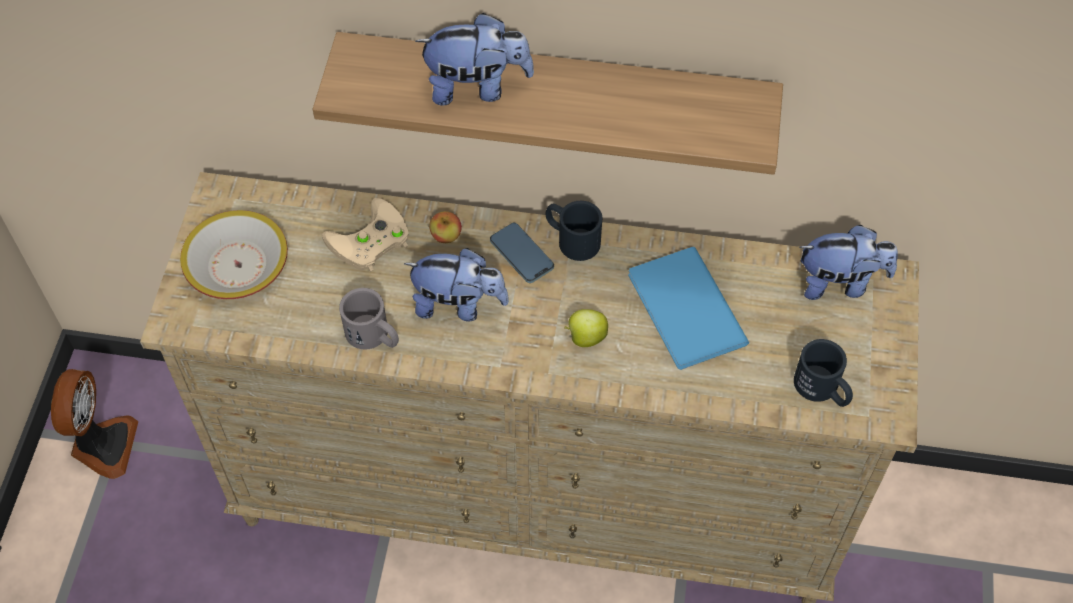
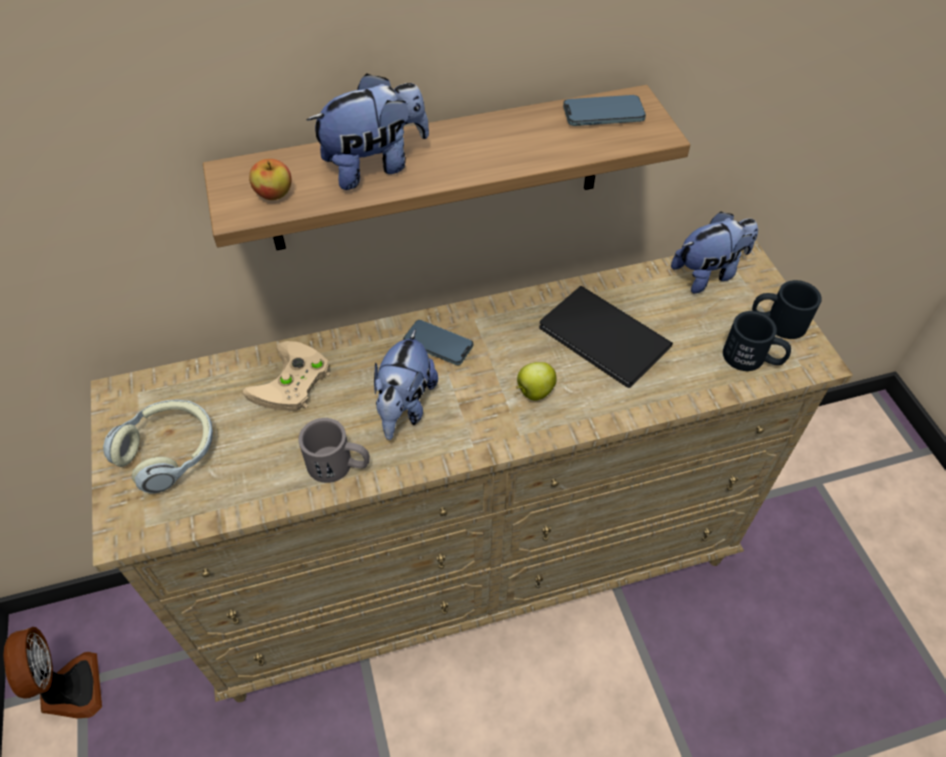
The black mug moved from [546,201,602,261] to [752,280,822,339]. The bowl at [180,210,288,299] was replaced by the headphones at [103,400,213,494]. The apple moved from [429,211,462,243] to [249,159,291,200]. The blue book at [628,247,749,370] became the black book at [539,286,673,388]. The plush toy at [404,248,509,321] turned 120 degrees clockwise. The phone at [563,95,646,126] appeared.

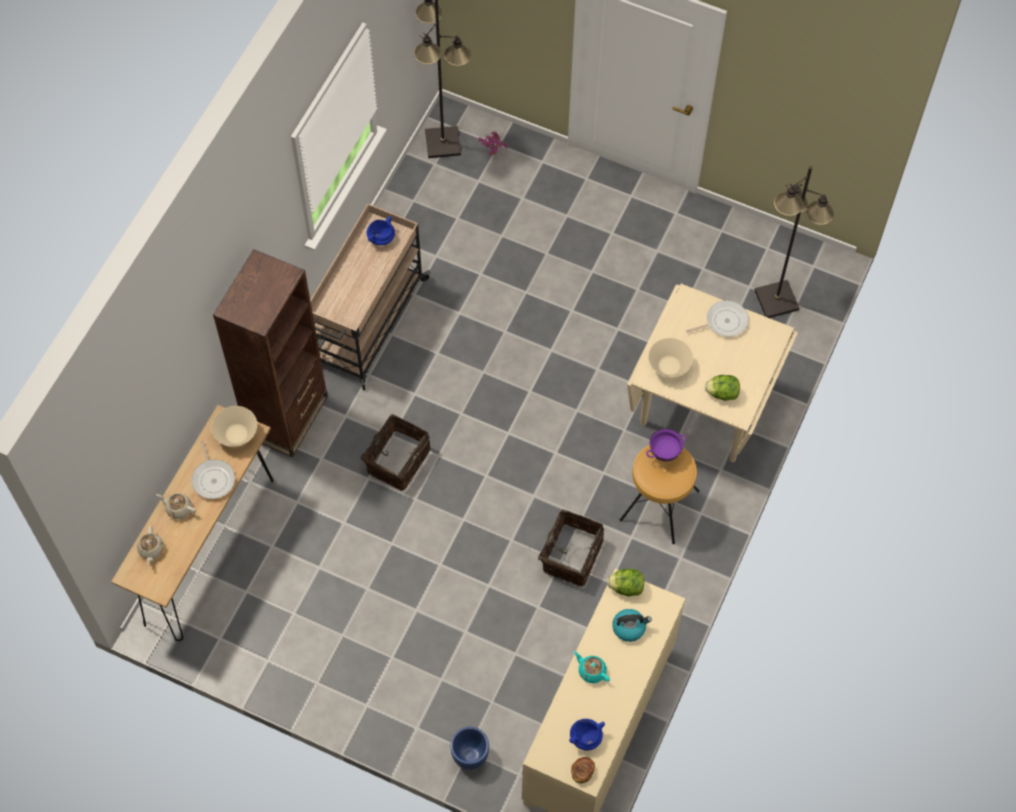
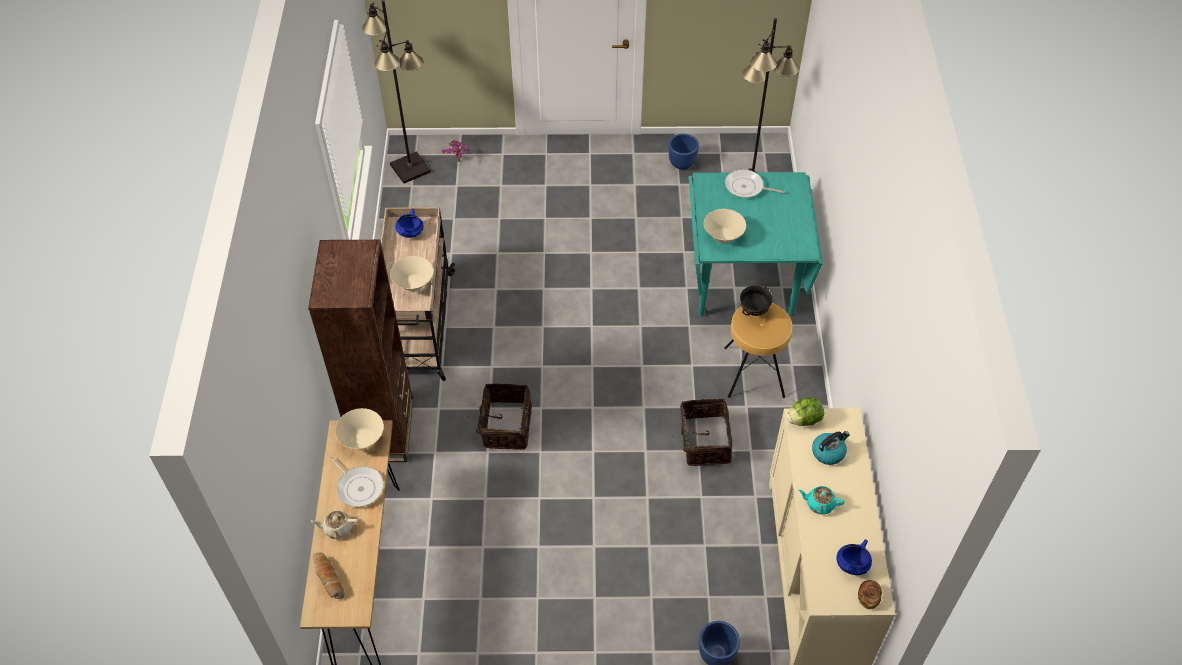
The beige dining table at [627,284,798,462] became the turquoise dining table at [689,172,823,316]. The frying pan at [686,300,749,337] turned 120 degrees counterclockwise. The lettuce at [705,375,740,401] disappeared. The purple bowl at [646,428,686,462] became the black bowl at [740,286,773,316]. The beige teapot at [137,526,164,564] was replaced by the bread at [313,553,345,599]. The blue planter at [669,134,699,170] appeared. The beige bowl at [390,256,433,291] appeared.

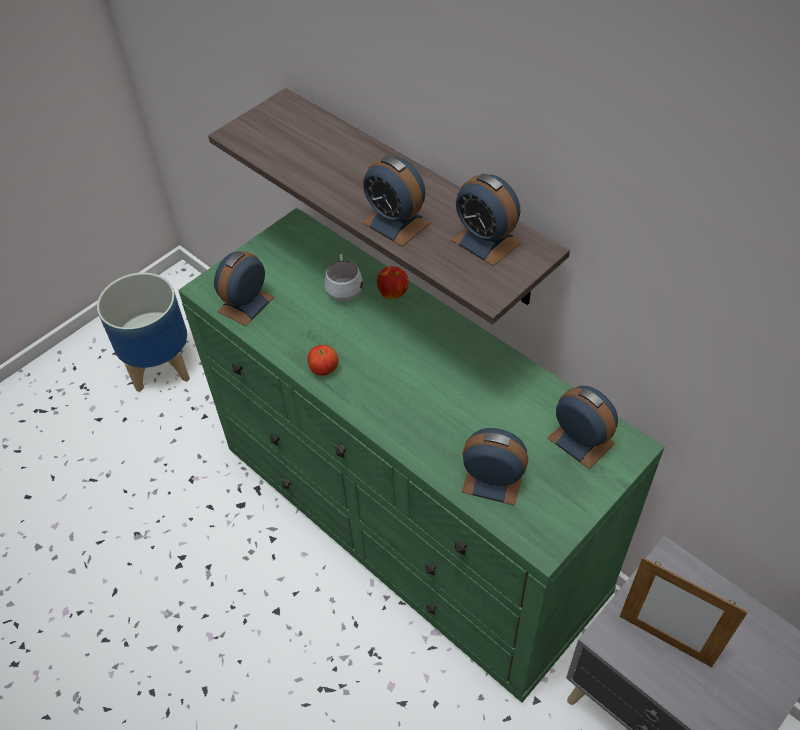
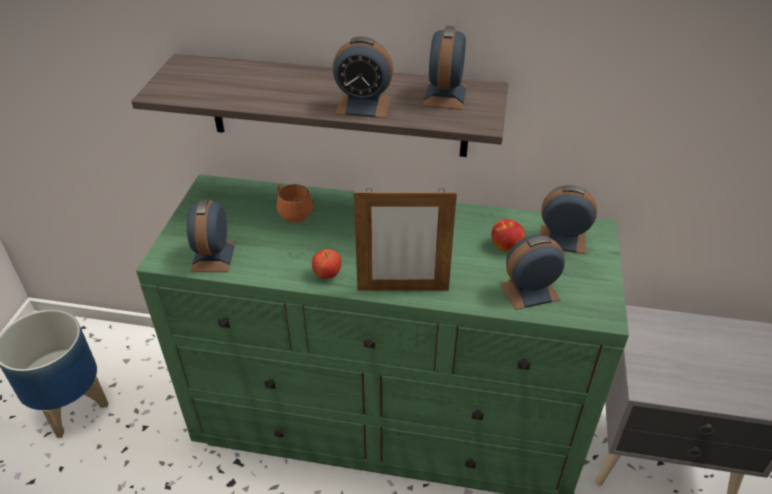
The alarm clock at [451,174,522,267] turned 90 degrees clockwise. The white mug at [324,254,363,302] became the orange mug at [277,184,313,223]. The apple moved from [377,266,408,299] to [491,219,525,252]. The picture frame moved from [620,557,748,667] to [354,188,457,291].

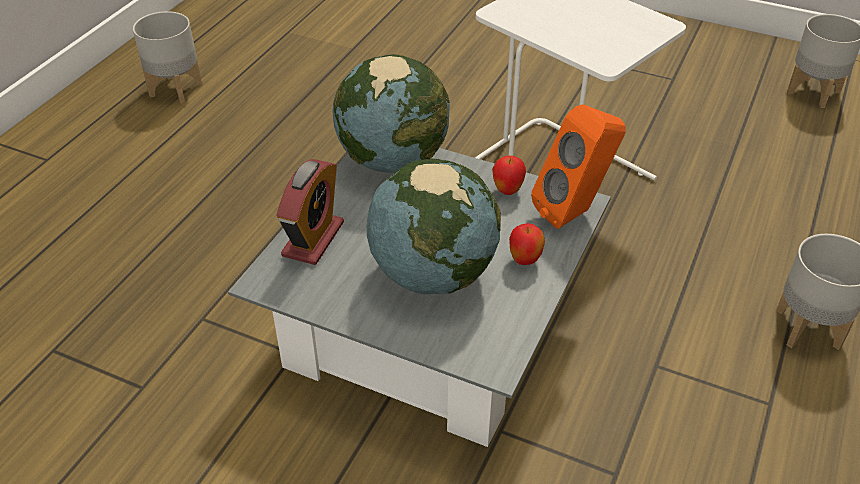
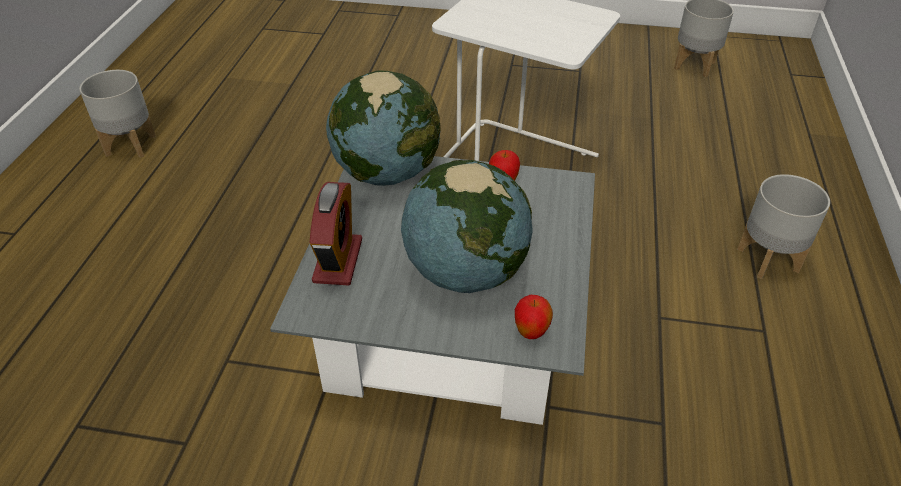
The orange speaker at [531,104,626,229] disappeared. The apple moved from [509,223,545,265] to [515,295,553,339].

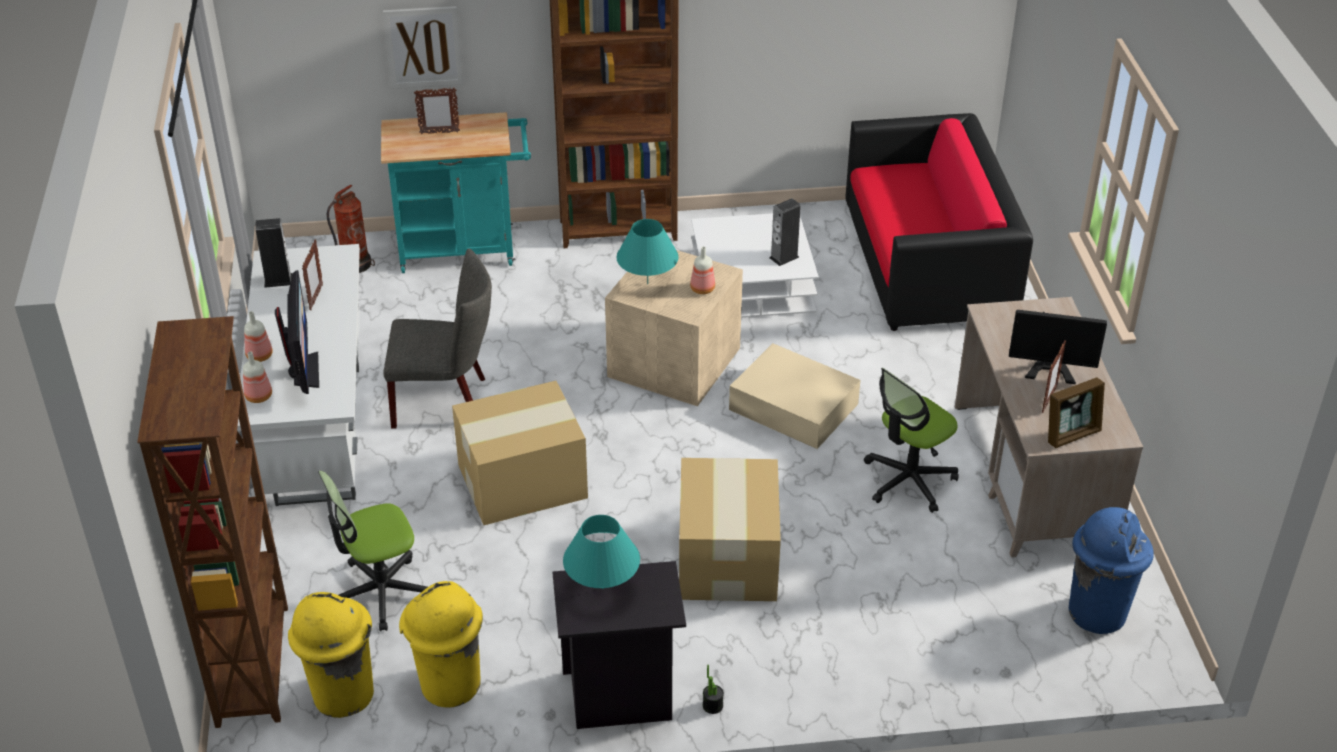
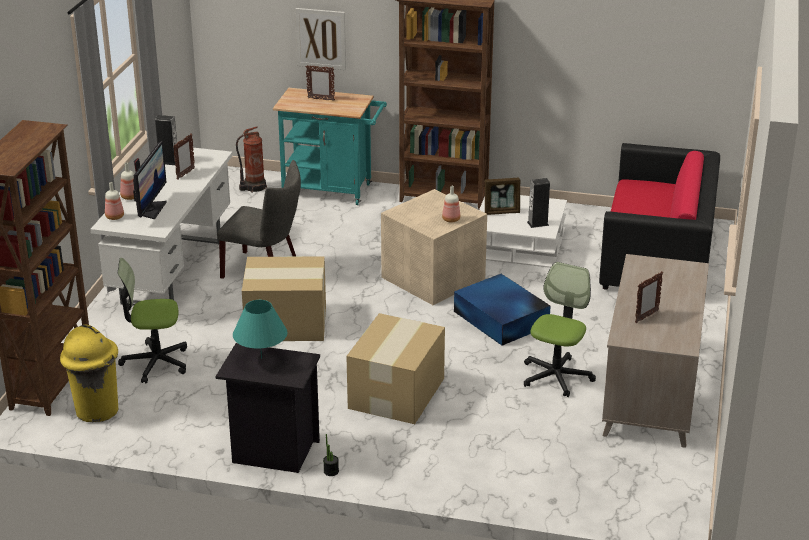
The turquoise table lamp at [617,219,679,284] disappeared. The monitor at [1009,310,1107,384] disappeared. The beige storage box at [729,343,860,449] became the blue storage box at [454,274,550,346]. The office chair at [864,368,959,513] turned 135 degrees clockwise. The picture frame moved from [1048,377,1105,448] to [485,178,520,215]. The blue trash can at [1069,507,1154,634] disappeared. The yellow trash can at [399,581,483,707] disappeared.

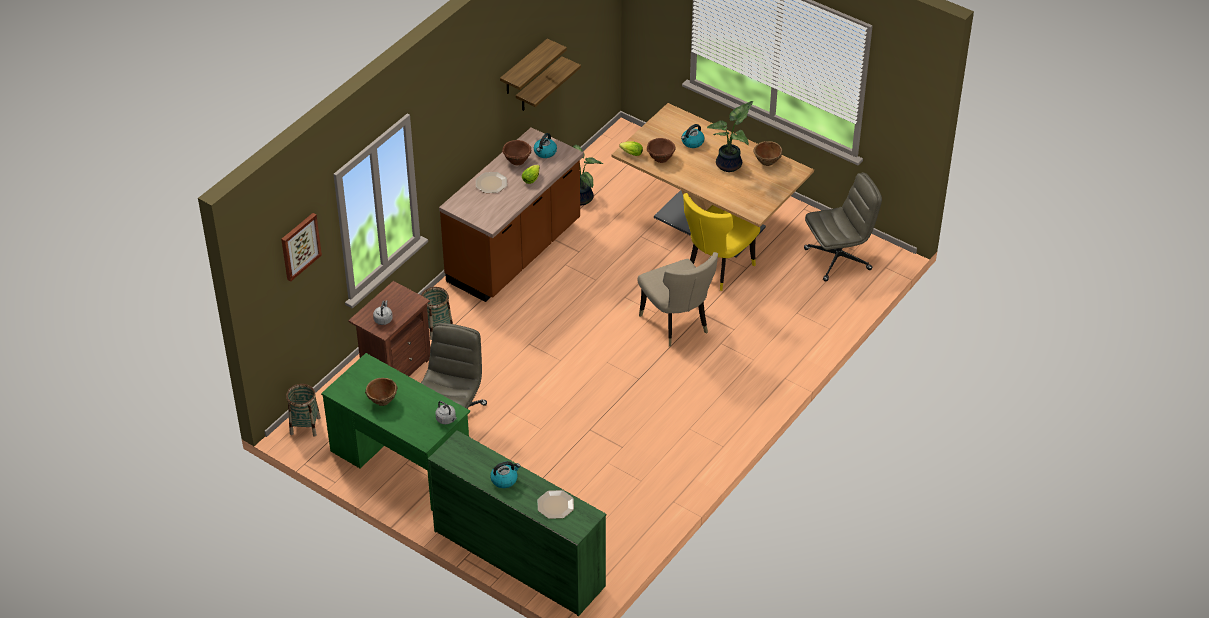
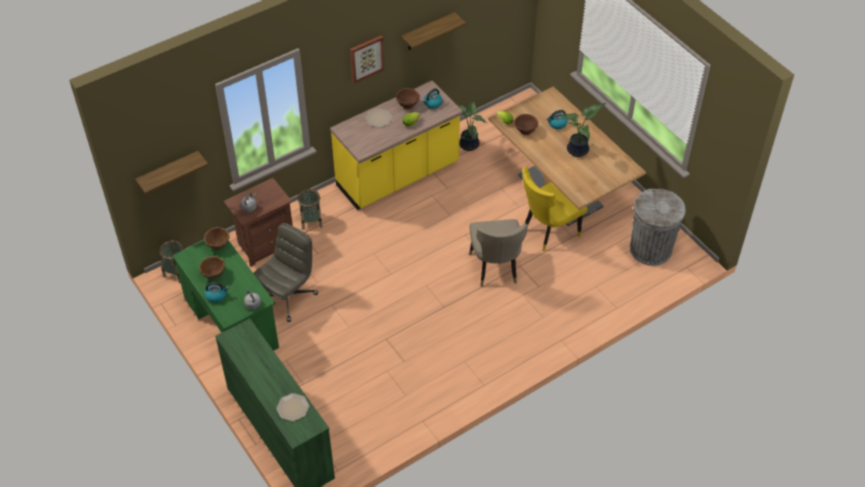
The shelf moved from [516,56,581,111] to [136,151,208,194]. The brown counter at [439,127,584,302] became the yellow counter at [330,81,463,210]. The brown bowl moved from [753,141,782,166] to [204,227,230,250]. The grey office chair at [804,172,882,281] was replaced by the grey trash can at [630,189,685,266]. The picture moved from [281,213,322,281] to [350,36,384,83]. The kettle moved from [490,461,520,488] to [205,282,229,303].

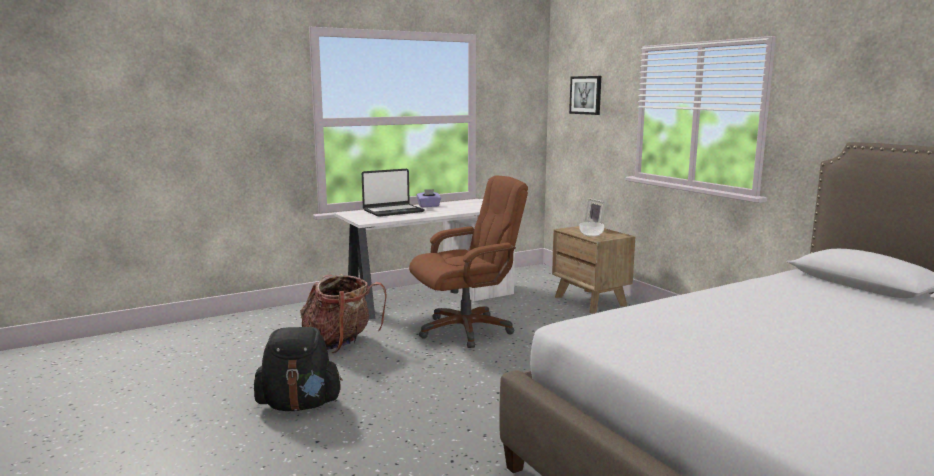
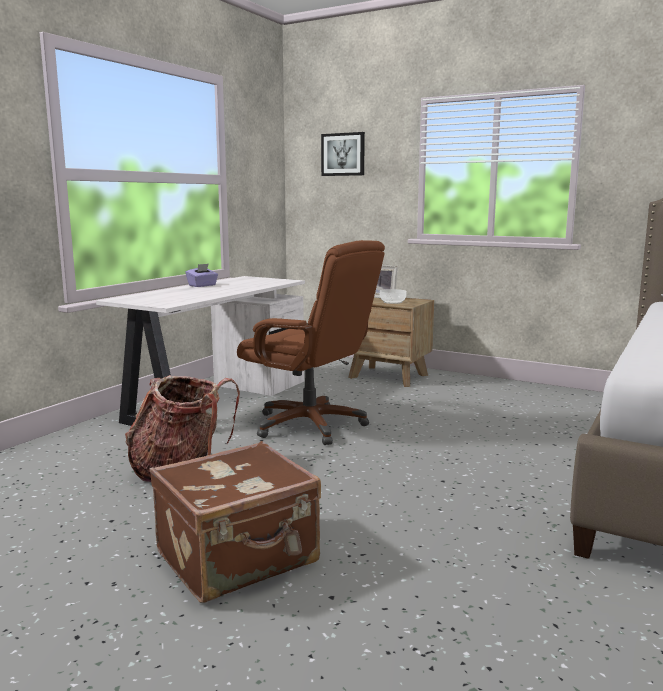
The laptop at [362,169,425,217] disappeared. The brown office chair at [409,175,528,348] turned 90 degrees clockwise. The black backpack at [254,327,343,411] was replaced by the brown suitcase at [150,441,321,603].

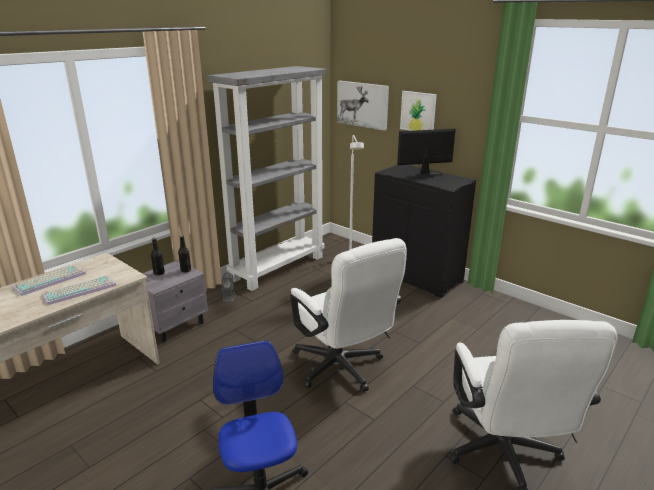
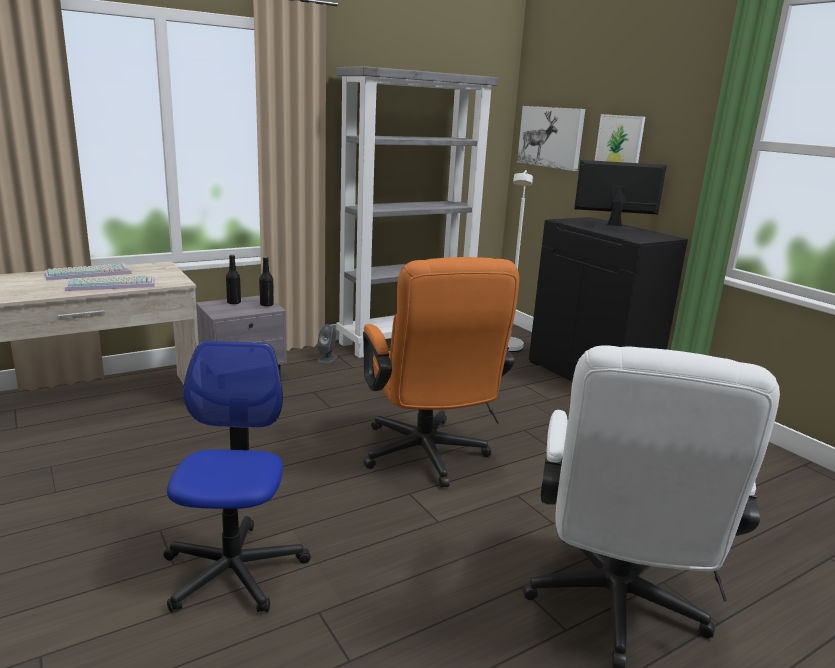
The white office chair at [290,238,407,392] became the orange office chair at [363,257,519,488].

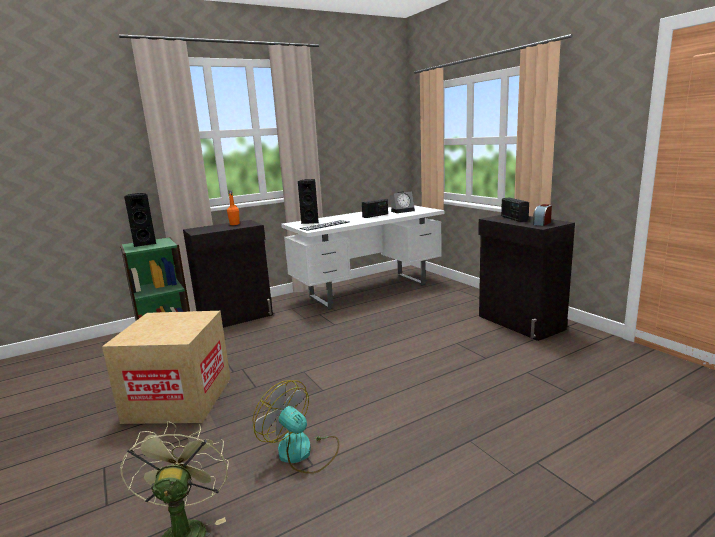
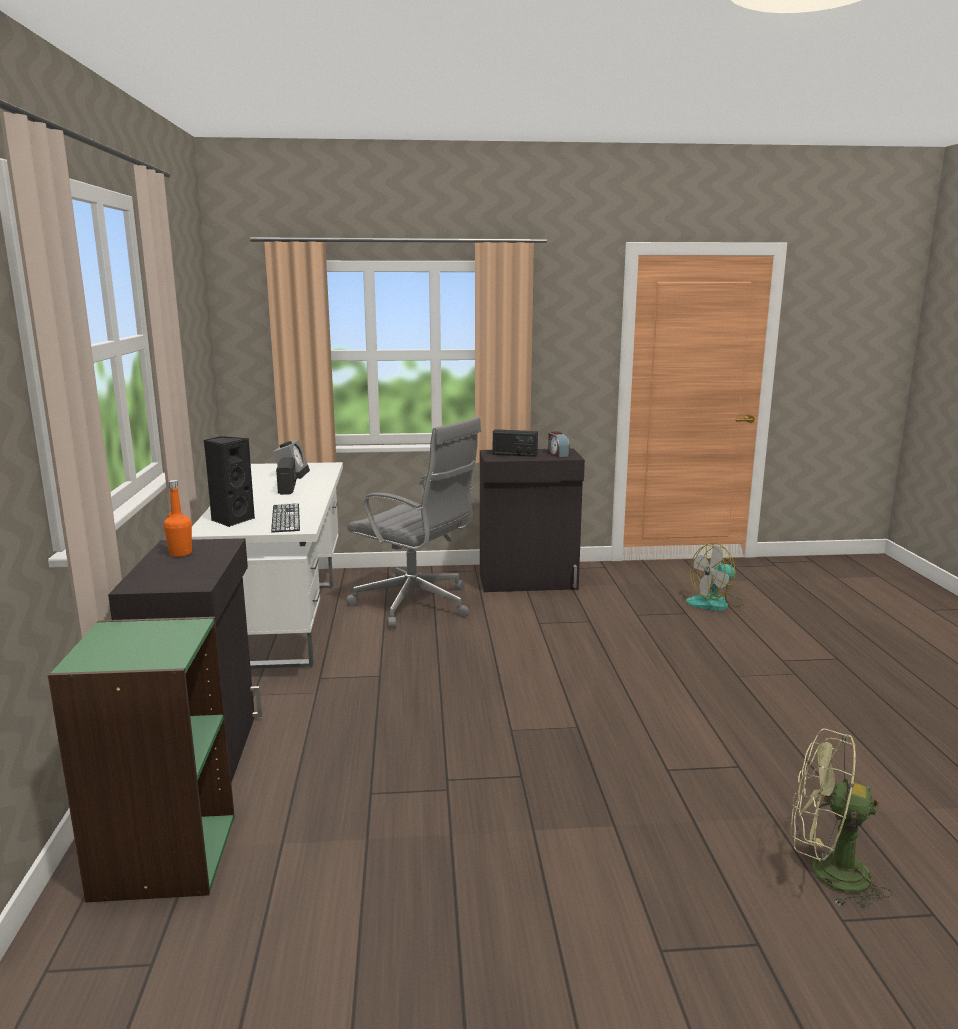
The black speaker at [124,193,156,247] disappeared. The cardboard box at [102,311,231,424] disappeared. The fan moved from [253,380,339,474] to [686,543,744,611]. The grey office chair at [346,417,481,628] appeared.

